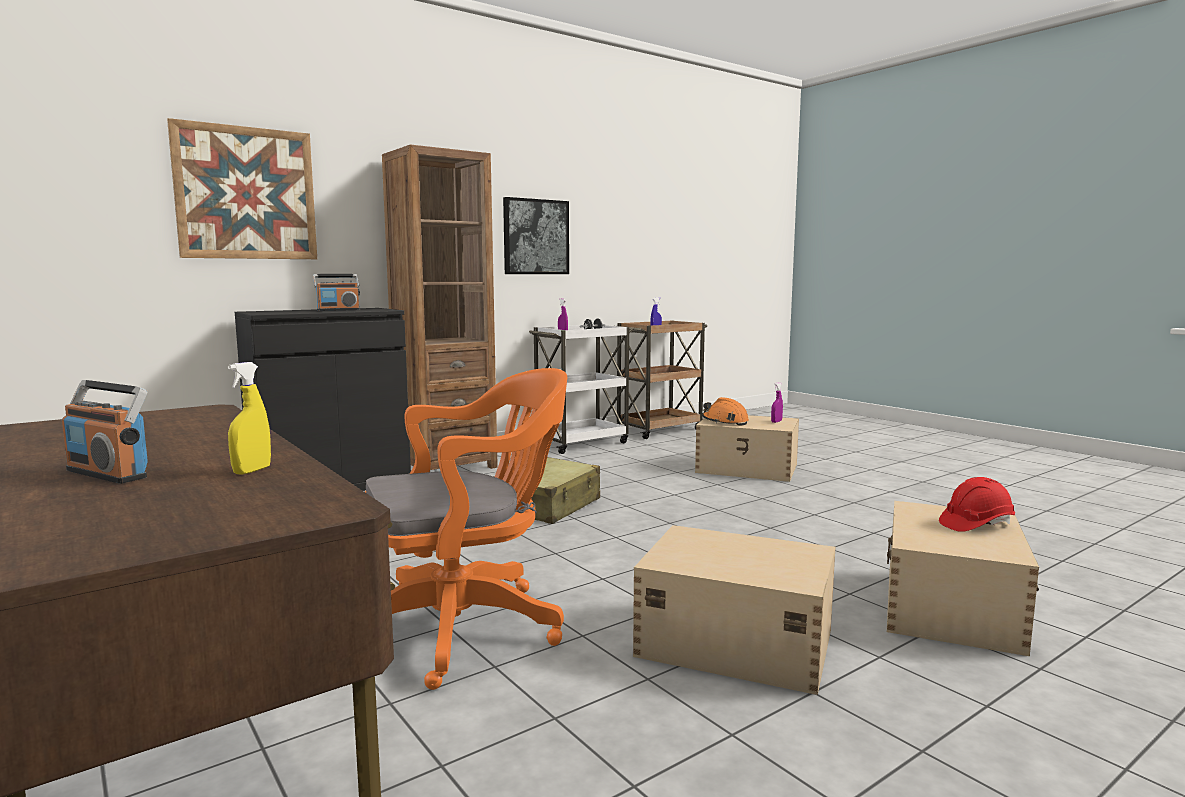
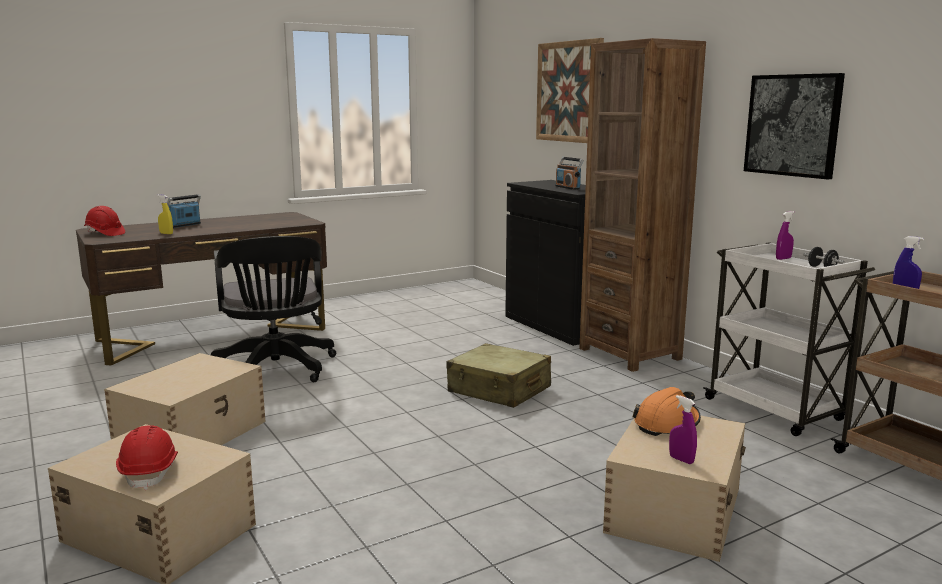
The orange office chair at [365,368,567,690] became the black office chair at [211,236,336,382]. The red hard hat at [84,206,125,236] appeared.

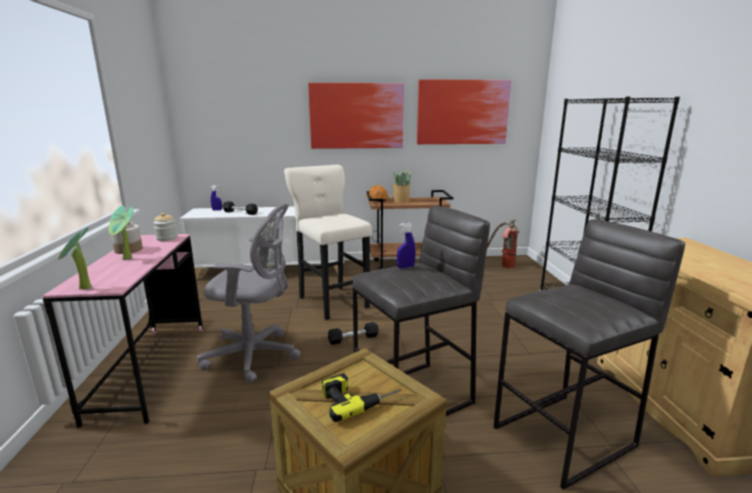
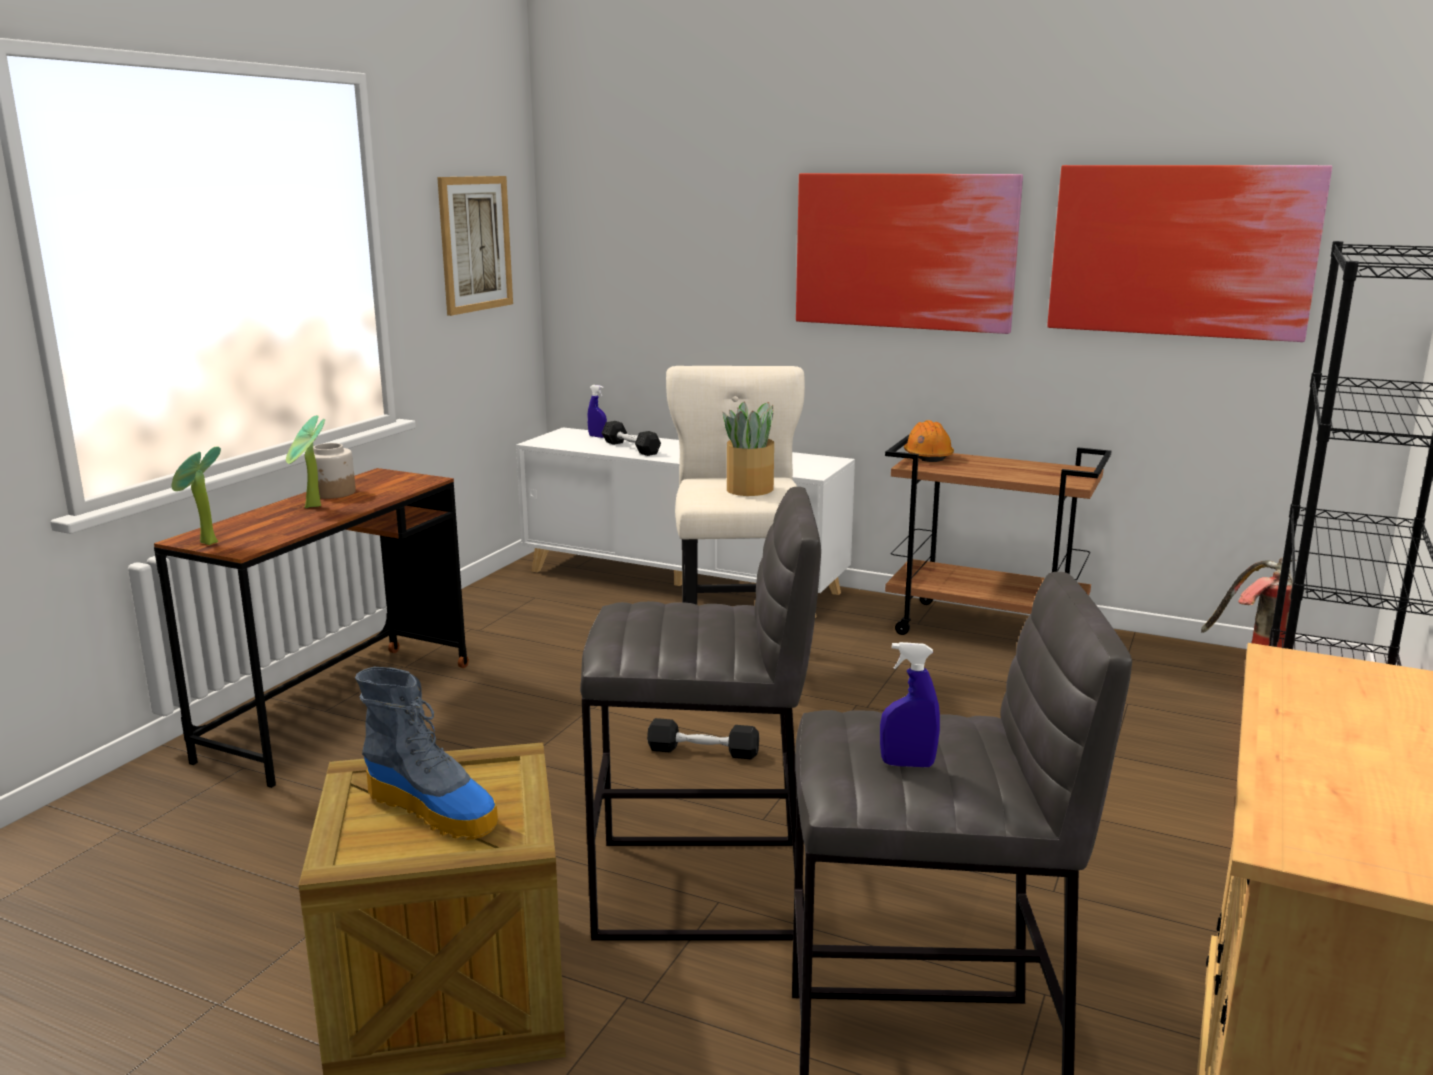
The potted plant moved from [393,170,412,203] to [722,401,774,496]. The grey office chair at [197,204,301,383] disappeared. The jar at [153,213,177,241] disappeared. The blue spray bottle moved from [397,223,416,269] to [880,642,940,767]. The pink desk at [43,234,203,428] became the brown desk at [154,468,469,788]. The power drill at [322,373,401,422] was replaced by the boot at [355,667,498,840]. The picture at [437,176,513,316] appeared.

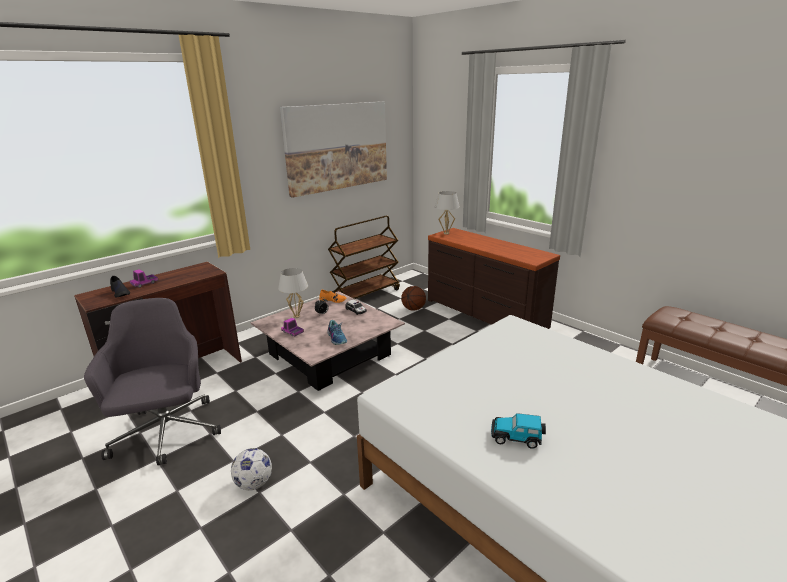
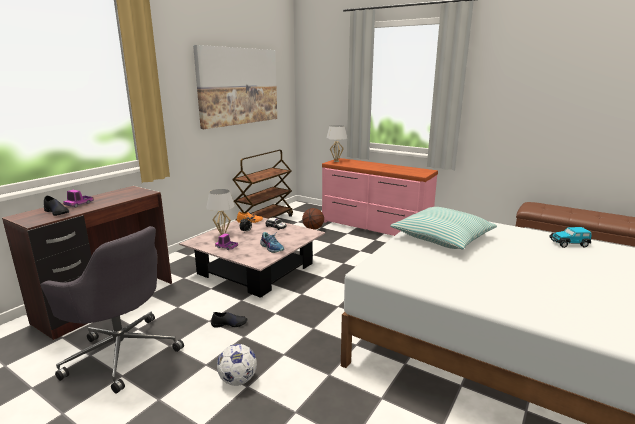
The brown dresser at [428,228,560,329] became the pink dresser at [322,158,438,236]. The grey office chair at [84,298,221,465] turned 150 degrees clockwise. The toy car moved from [491,413,546,449] to [549,227,592,248]. The pillow at [390,207,497,249] appeared. The black shoe at [211,312,248,328] appeared.

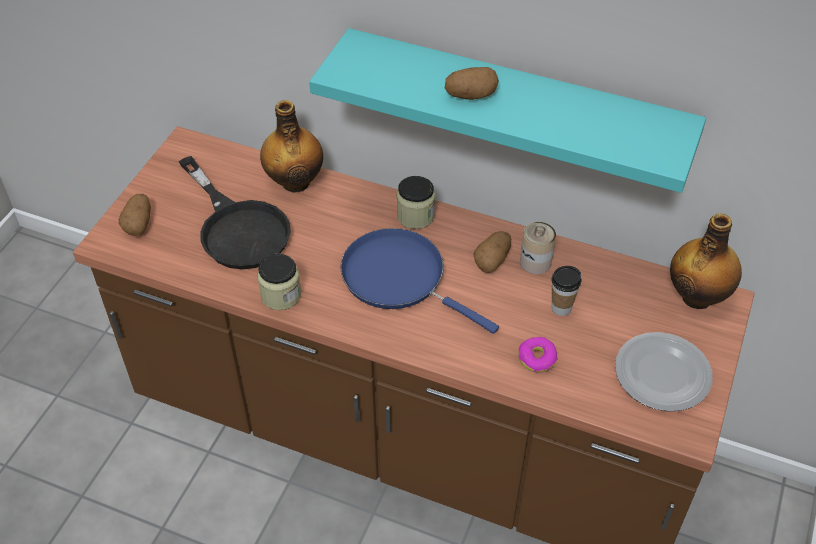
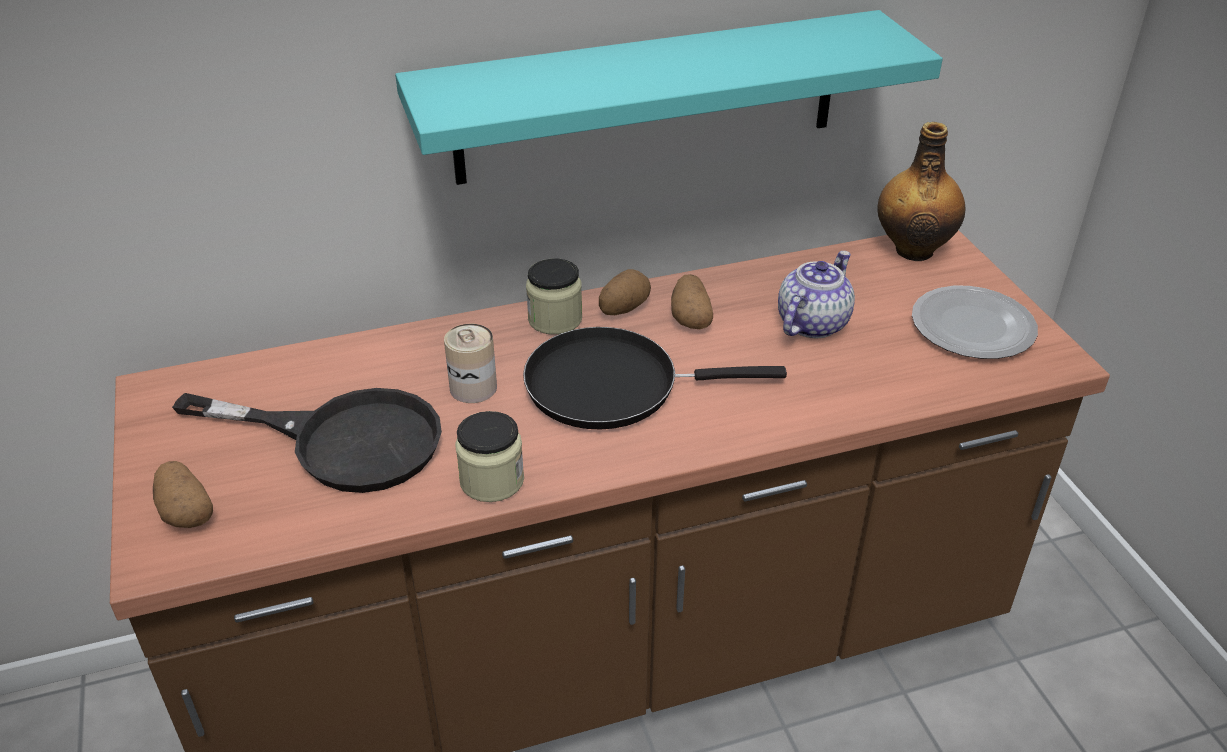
The potato moved from [445,67,499,100] to [599,269,651,315]. The bottle at [260,100,323,192] disappeared. The can moved from [520,222,556,274] to [444,324,497,403]. The blue frying pan at [340,228,499,334] became the black frying pan at [523,327,787,429]. The cup at [551,266,581,316] was replaced by the teapot at [778,251,855,338]. The donut at [519,337,558,373] disappeared.

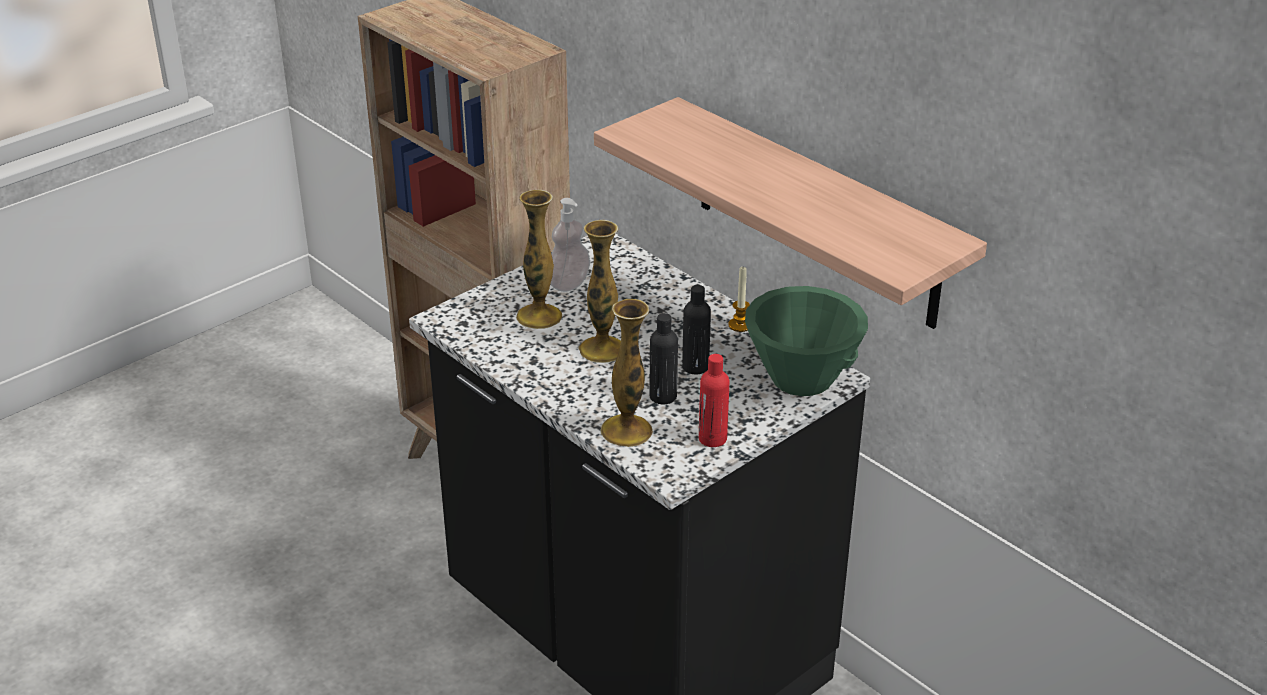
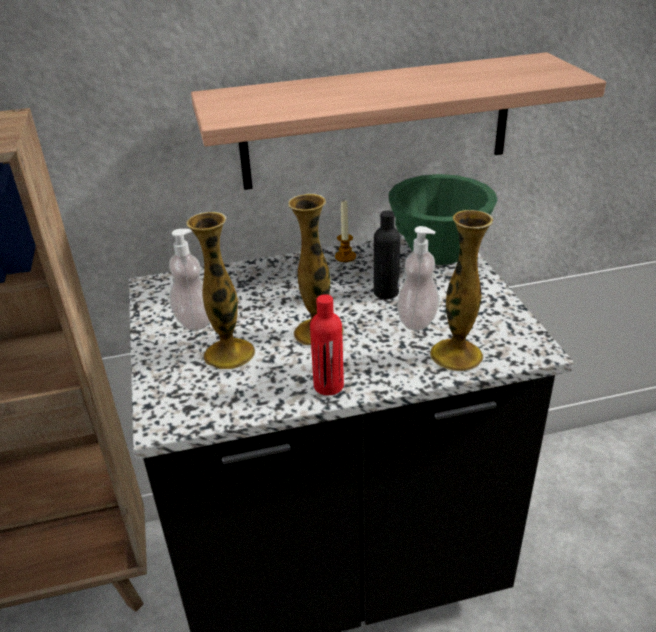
The black bottle at [649,313,678,404] was replaced by the soap dispenser at [397,226,439,331]. The red bottle moved from [699,354,729,447] to [310,294,344,395].

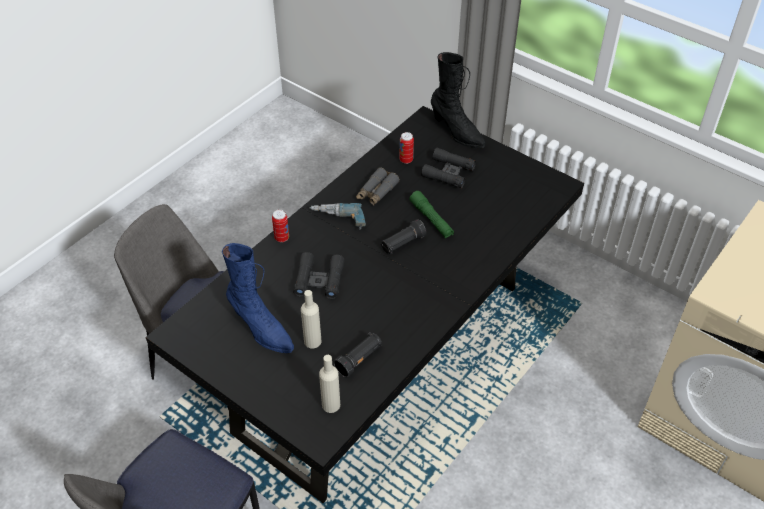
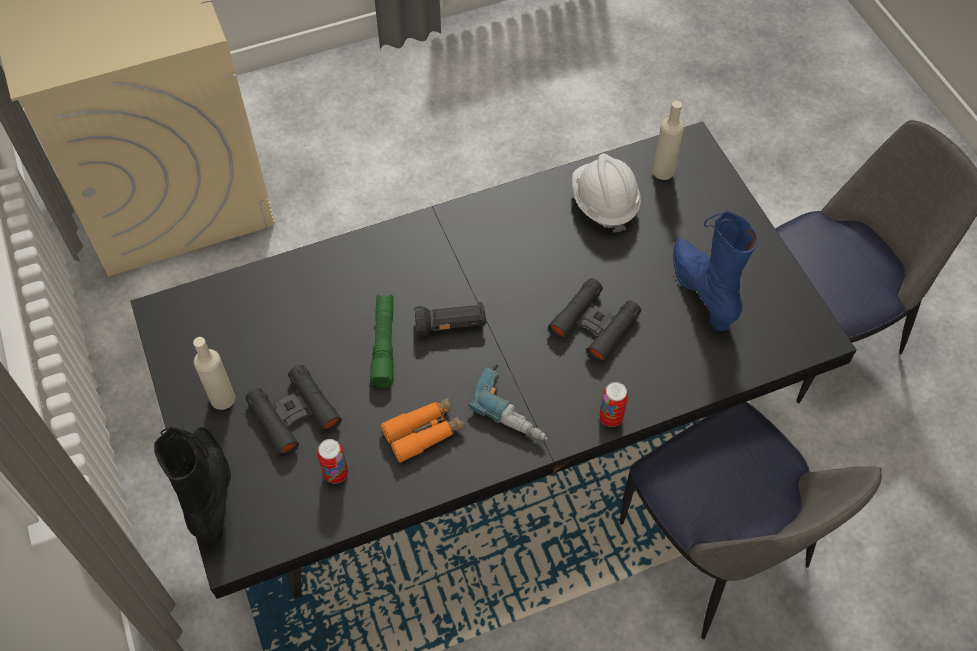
The grey binoculars at [356,168,400,206] became the orange binoculars at [381,397,466,463]. The beige bottle moved from [301,290,321,349] to [193,337,235,410]. The black flashlight at [334,332,382,377] was replaced by the white hard hat at [572,154,641,233].

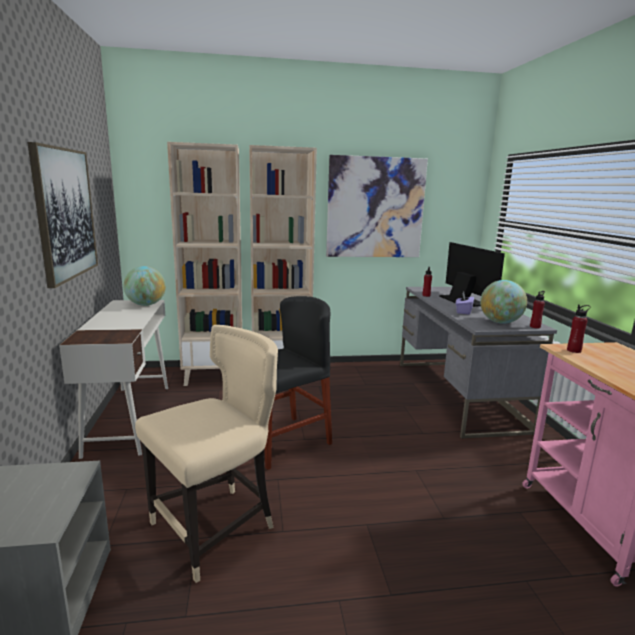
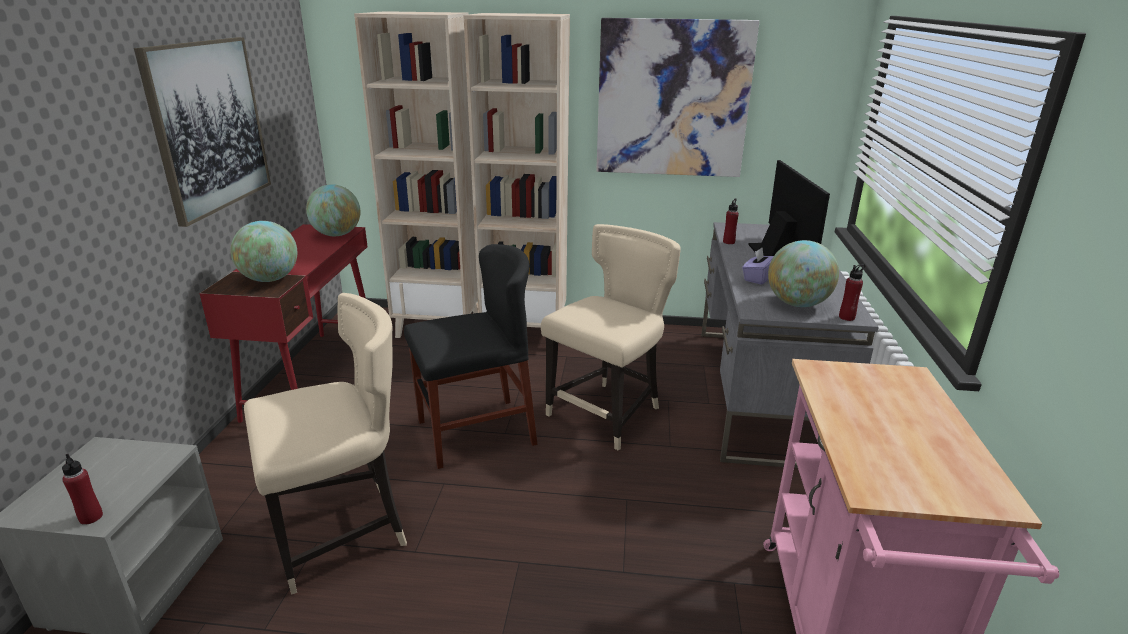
The white desk at [59,300,168,459] became the red desk at [199,224,368,423]. The red bottle moved from [567,304,591,353] to [62,454,103,525]. The globe at [230,221,297,282] appeared. The beige chair at [541,224,681,451] appeared.

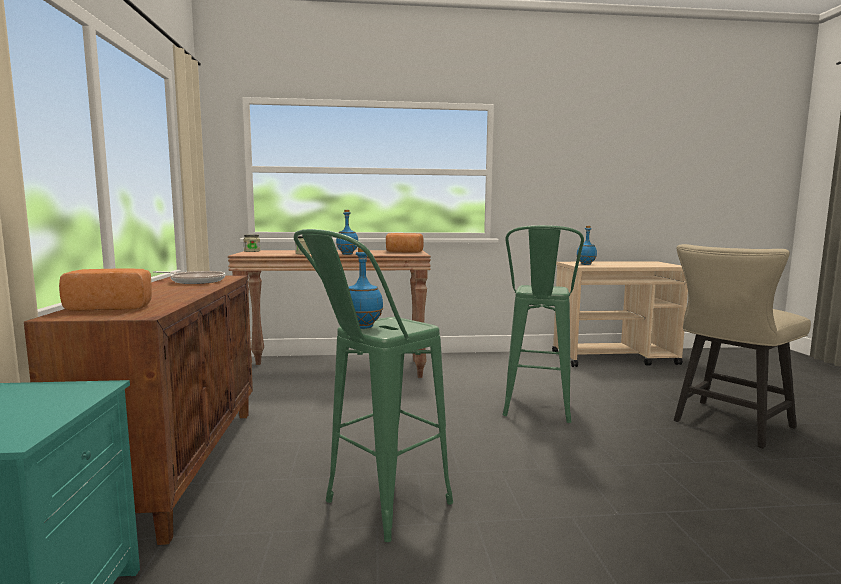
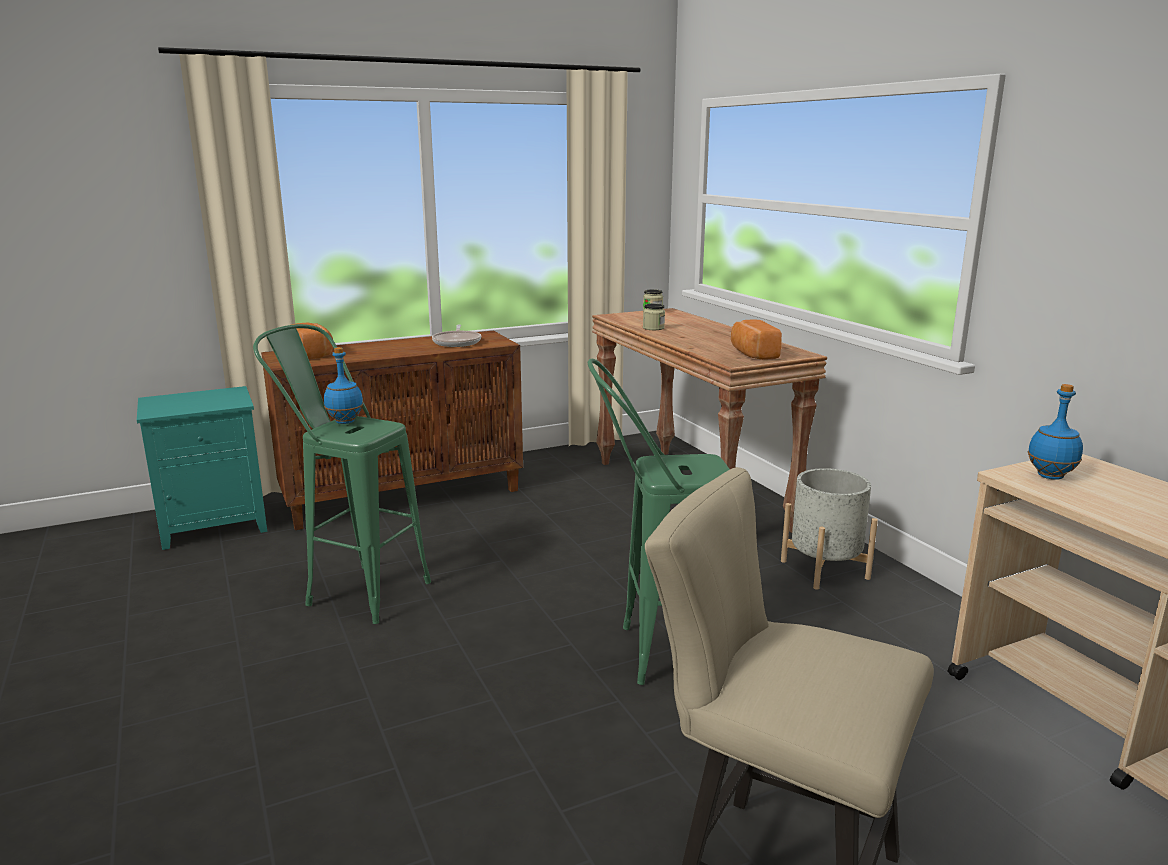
The blue bottle at [336,210,358,255] disappeared. The grey planter at [781,468,878,590] appeared.

